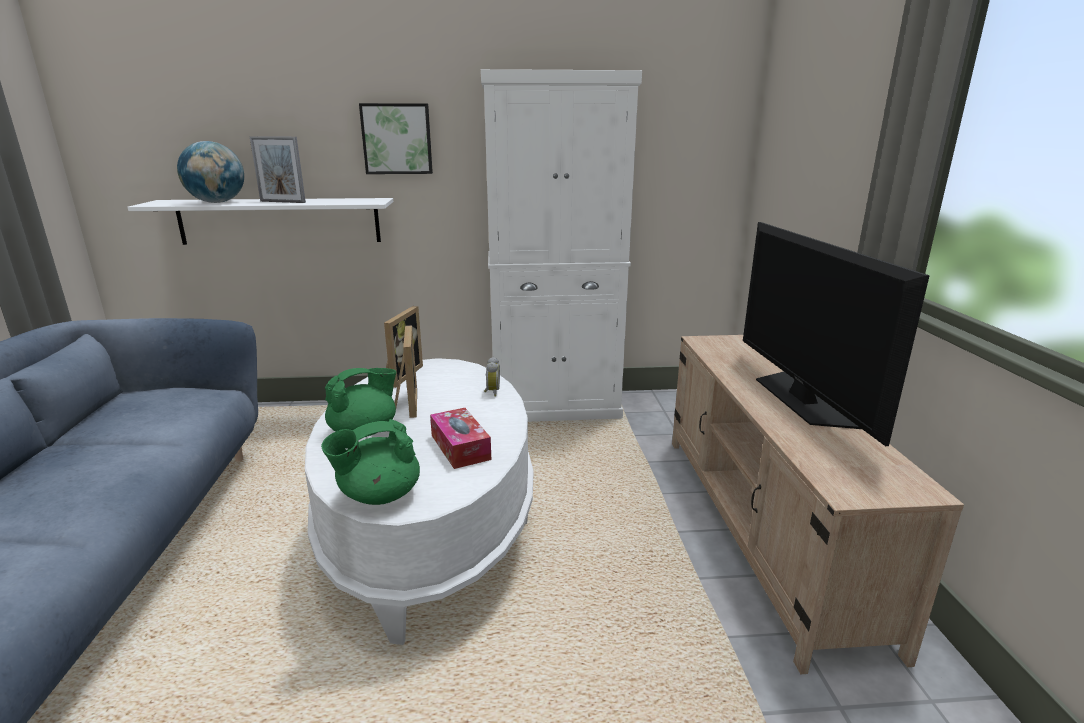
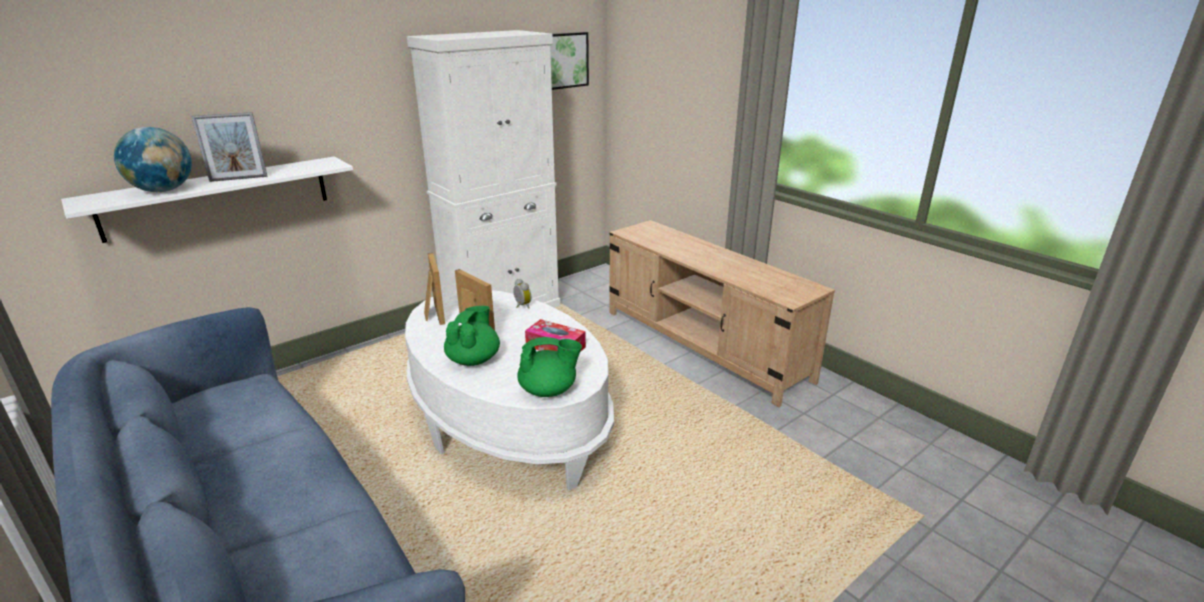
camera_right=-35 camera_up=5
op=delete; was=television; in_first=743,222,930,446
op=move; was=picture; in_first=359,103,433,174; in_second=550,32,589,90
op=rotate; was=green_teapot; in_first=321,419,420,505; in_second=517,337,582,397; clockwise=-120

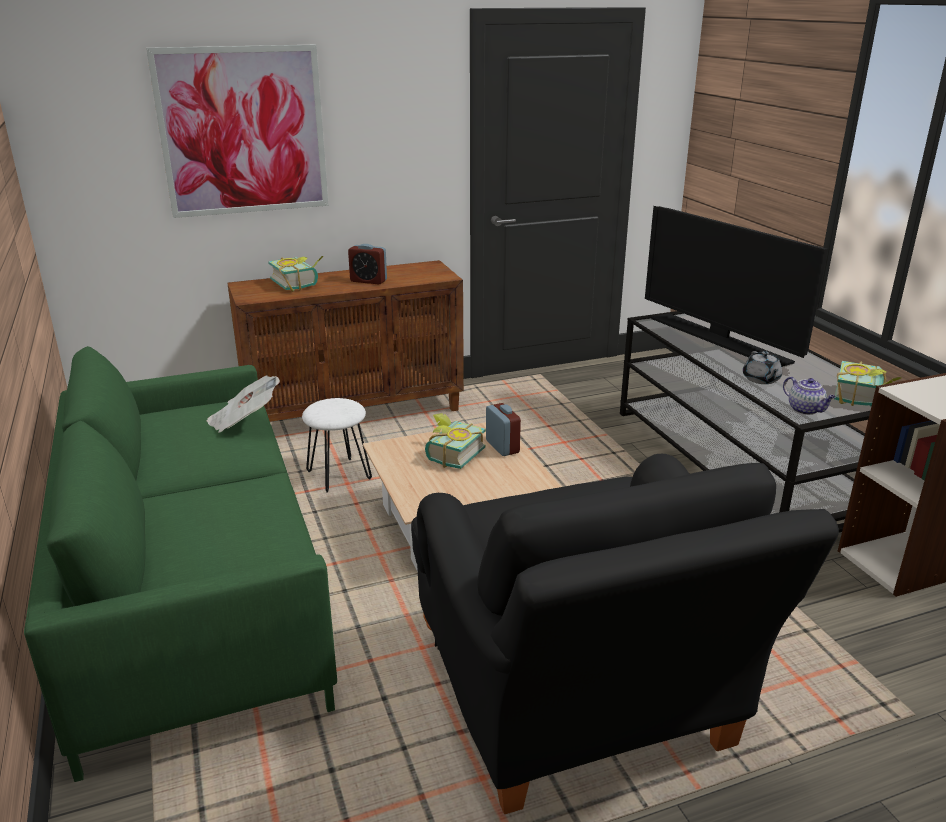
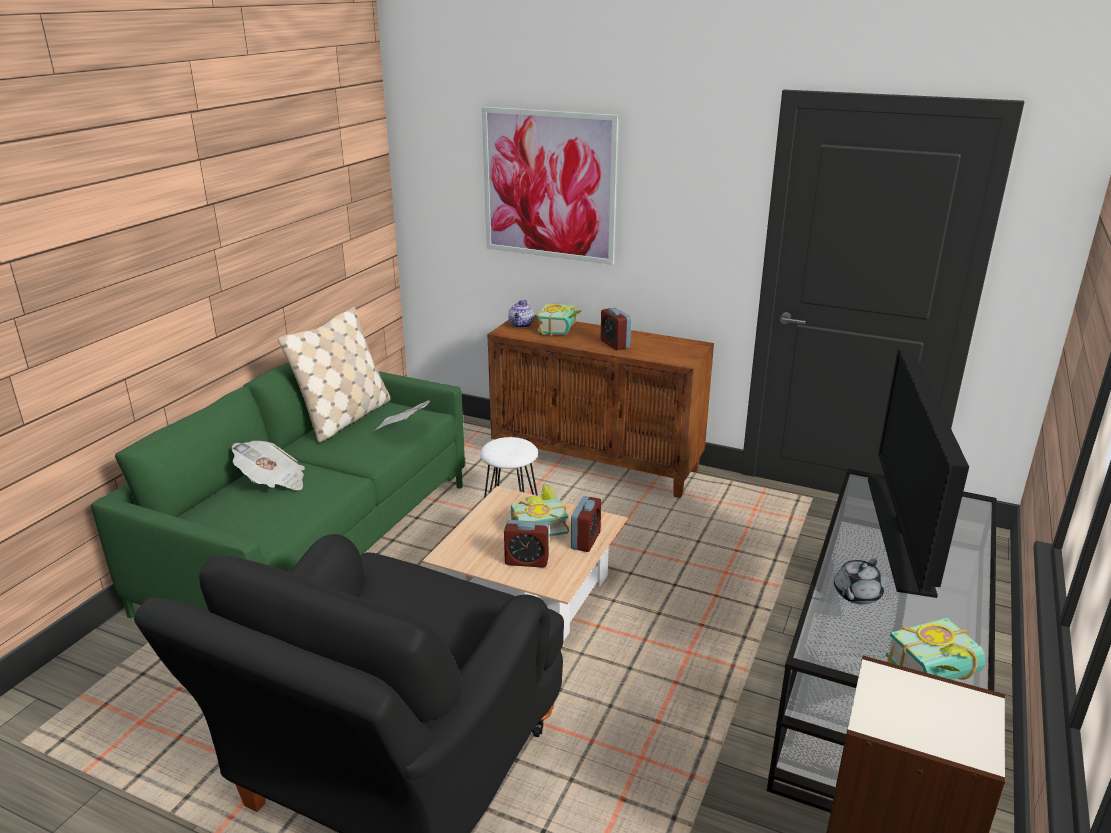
camera_right=45 camera_up=0
op=insert; now=newspaper; in_second=231,441,305,490
op=insert; now=beige_pillow; in_second=278,307,391,442
op=insert; now=alarm_clock; in_second=504,520,549,568
op=move; was=teapot; in_first=783,376,836,415; in_second=508,300,535,328

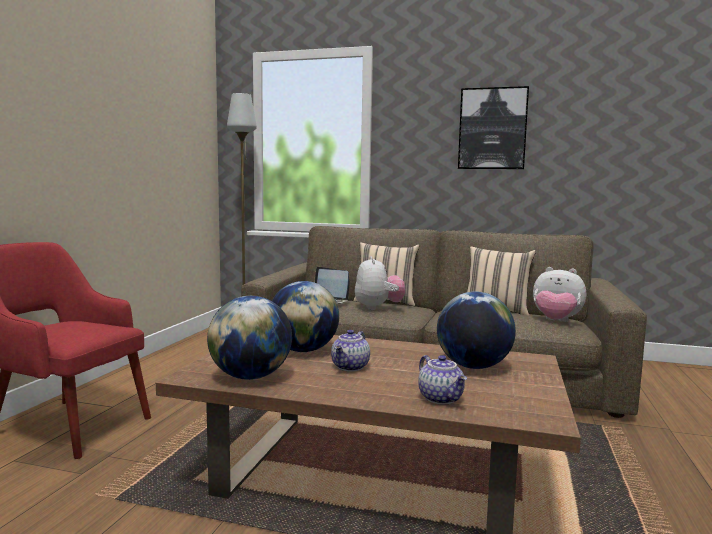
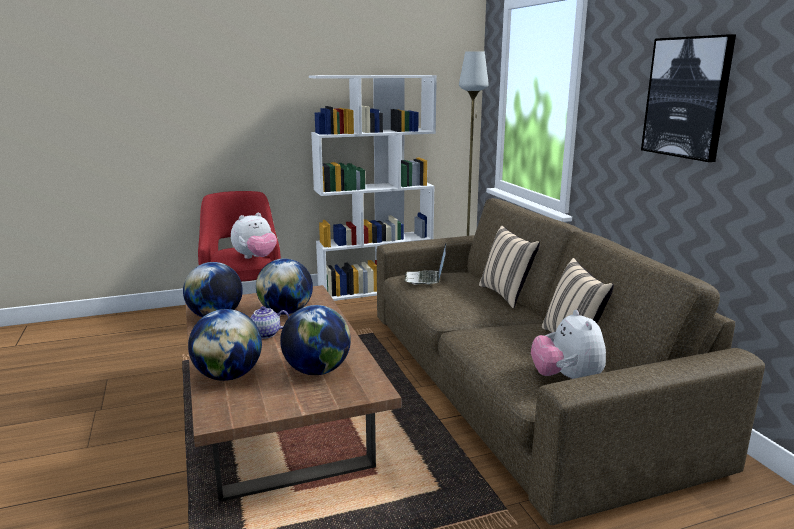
camera_right=55 camera_up=10
op=insert; now=white_bookcase; in_second=309,75,437,301
op=move; was=plush_toy; in_first=355,256,405,310; in_second=231,213,277,259
op=replace; was=teapot; now=globe; in_first=418,355,467,405; in_second=188,309,262,381

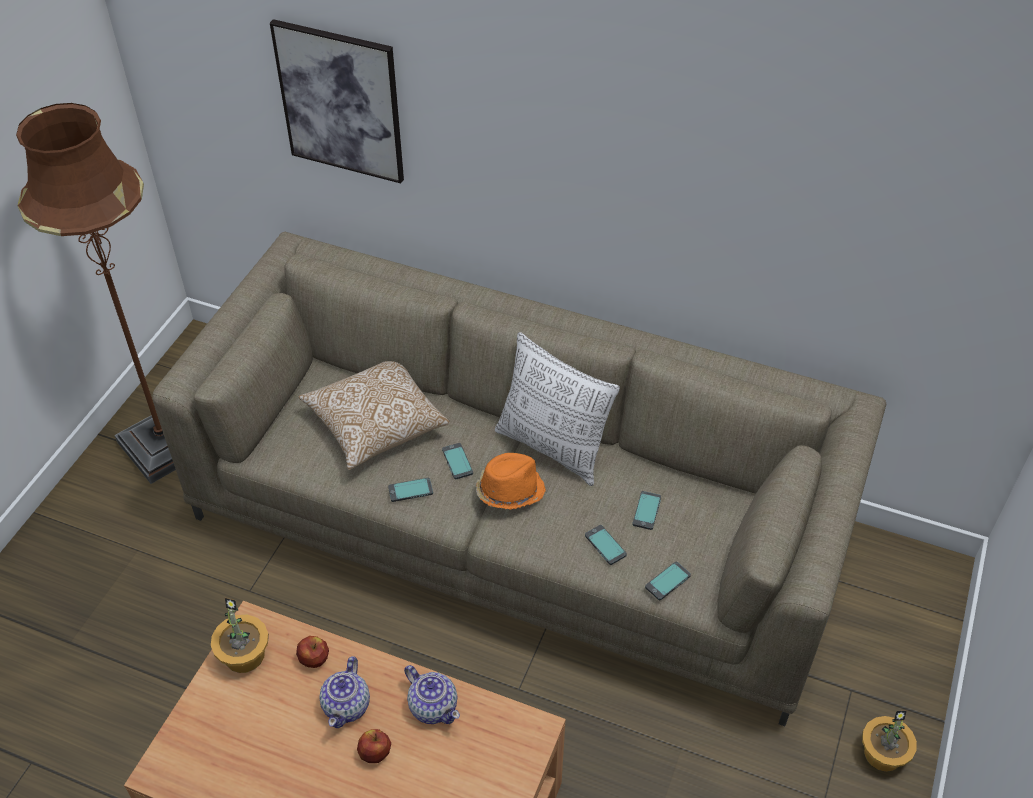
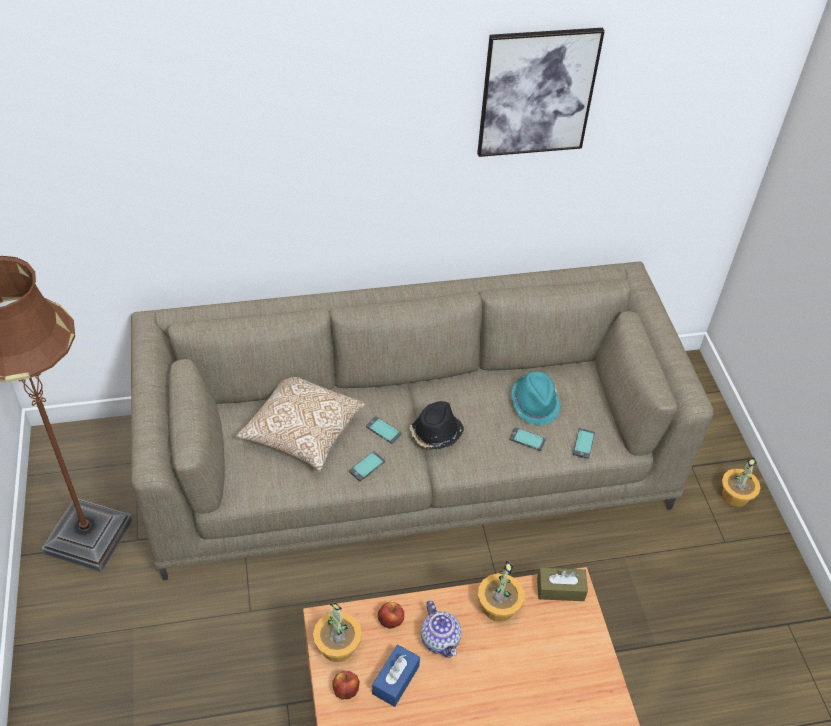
camera_right=-35 camera_up=0
op=delete; was=pillow; in_first=495,332,620,486
op=insert; now=blue_tissue_box; in_second=372,645,420,707
op=insert; now=brown_tissue_box; in_second=537,568,588,601
op=move; was=picture; in_first=270,19,404,183; in_second=477,28,605,157
op=move; was=apple; in_first=357,729,391,763; in_second=333,671,360,699
op=replace; was=teapot; now=potted_plant; in_first=404,665,460,724; in_second=478,560,525,622
op=replace; was=phone; now=turquoise_hat; in_first=632,491,661,530; in_second=511,372,561,425
op=recolor; was=orange_hat; now=black_hat; in_first=476,453,546,510; in_second=409,401,464,449

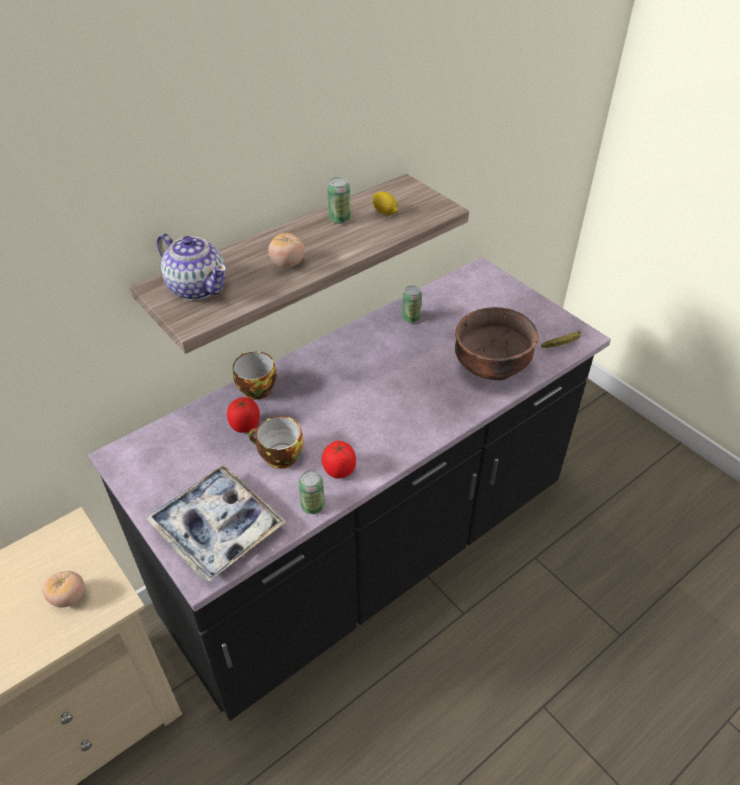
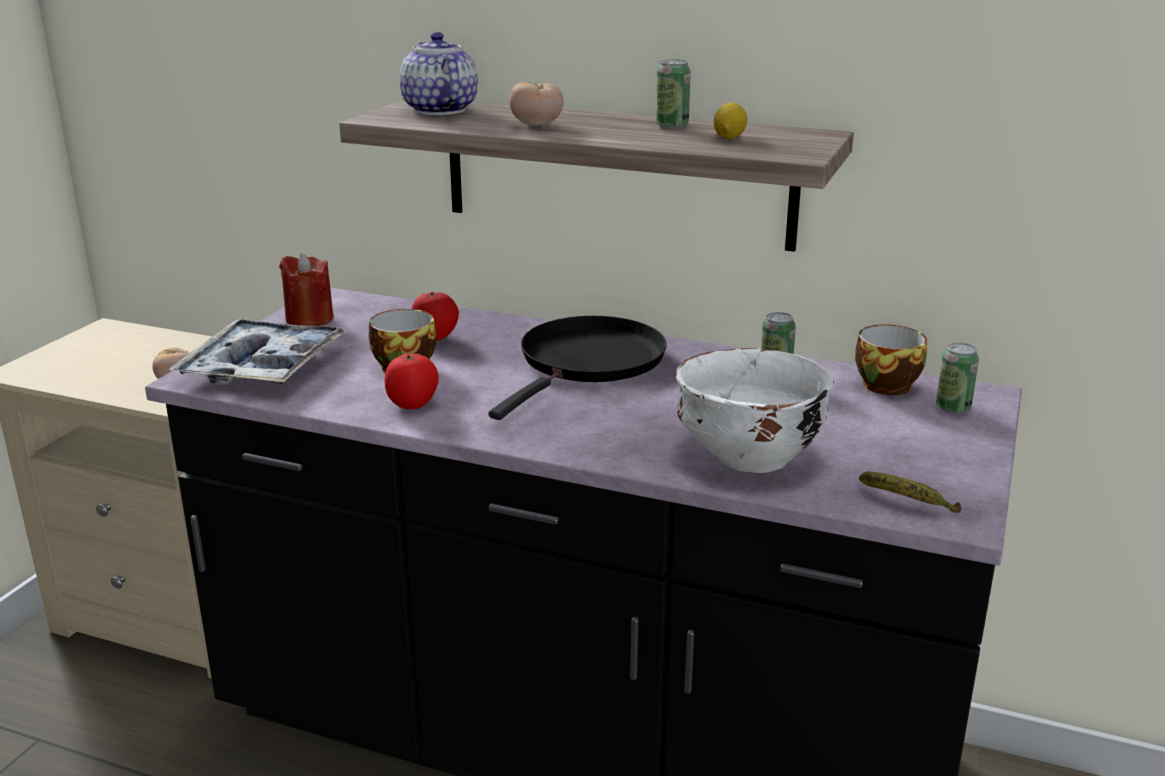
camera_right=60 camera_up=-20
op=insert; now=red_candle; in_second=279,253,334,326
op=insert; now=black_frying_pan; in_second=489,316,667,420
op=move; was=cup; in_first=233,352,277,400; in_second=855,324,927,395
op=move; was=can; in_first=299,470,325,514; in_second=936,343,979,414
op=recolor; was=brown_bowl; now=white_bowl; in_first=455,307,538,380; in_second=676,348,834,473
op=rotate; was=teapot; in_first=157,233,227,300; in_second=400,32,478,115; clockwise=150

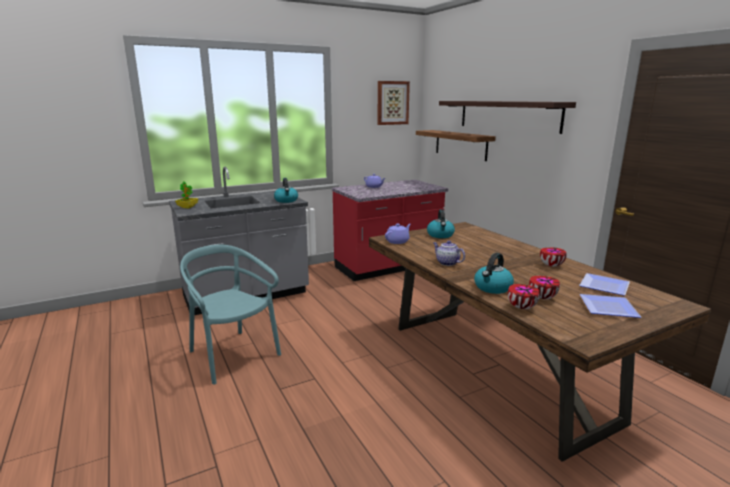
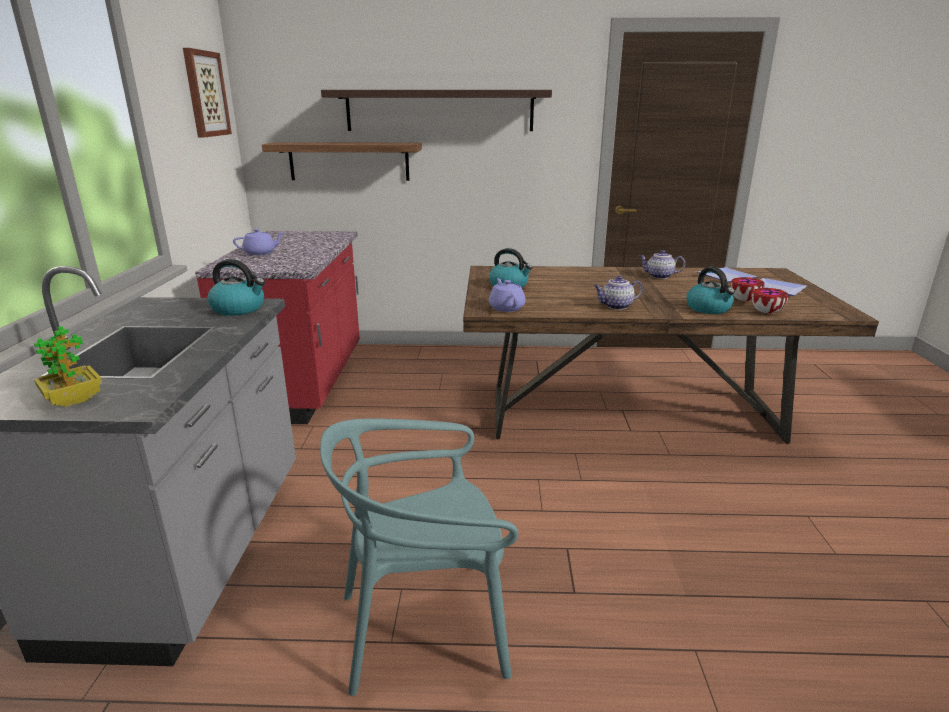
camera_right=-60 camera_up=5
op=replace; was=bowl; now=teapot; in_first=540,247,567,267; in_second=640,250,685,279

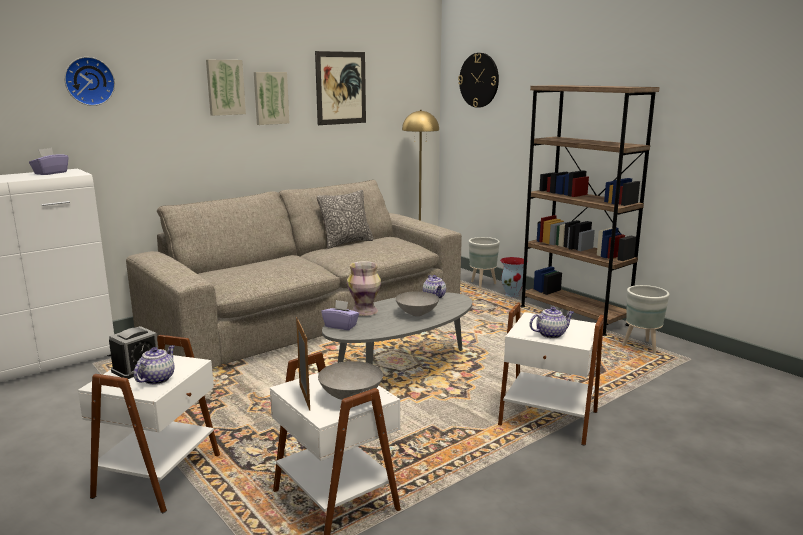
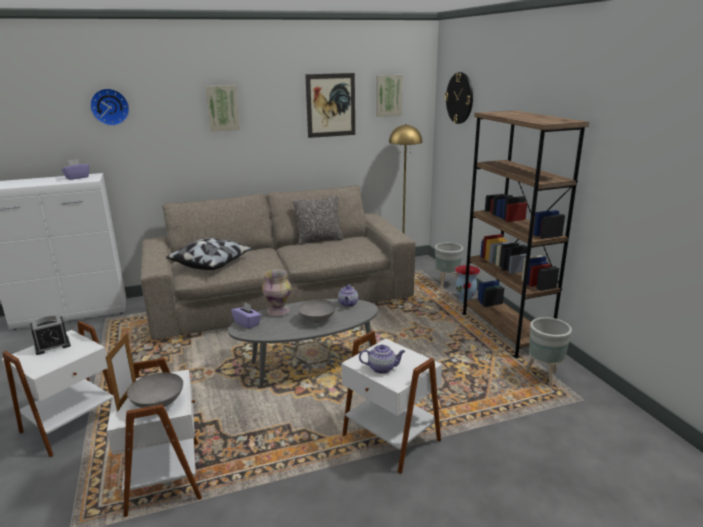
camera_right=20 camera_up=5
op=delete; was=teapot; in_first=134,345,175,385
op=insert; now=pillow; in_second=166,238,252,270
op=move; was=picture; in_first=254,72,289,125; in_second=376,75,403,117

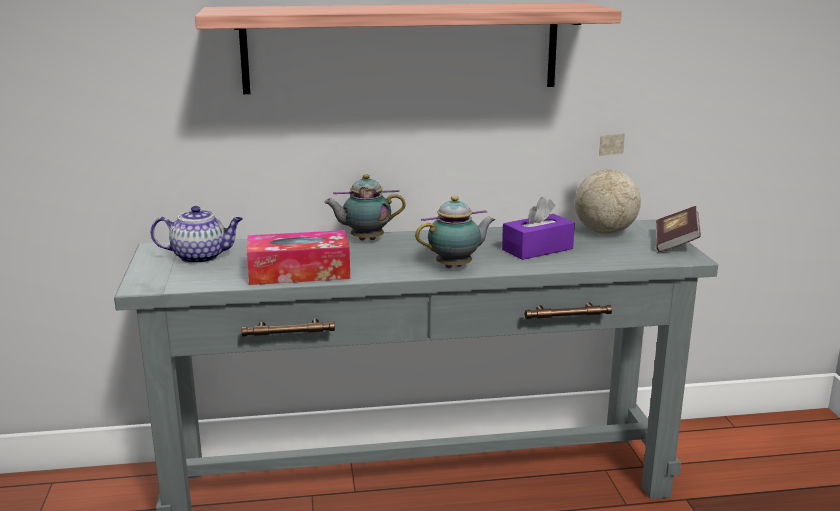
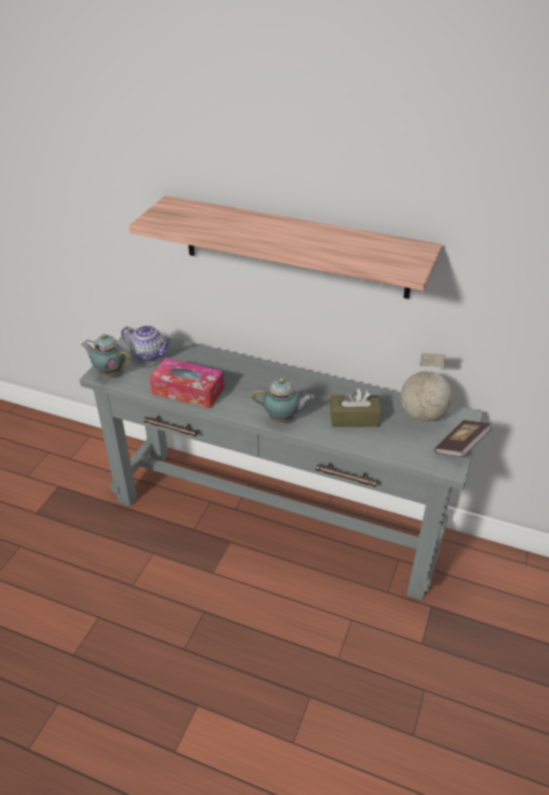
camera_right=30 camera_up=20
op=move; was=teapot; in_first=324,174,406,241; in_second=81,334,132,376
op=recolor; was=purple_tissue_box; now=brown_tissue_box; in_first=502,197,575,260; in_second=330,389,381,427

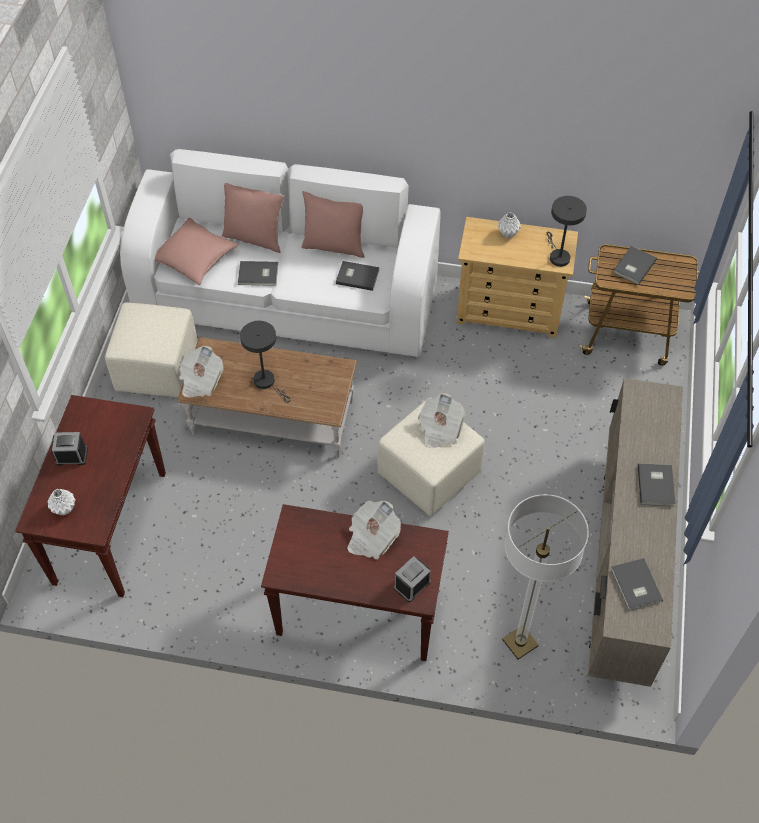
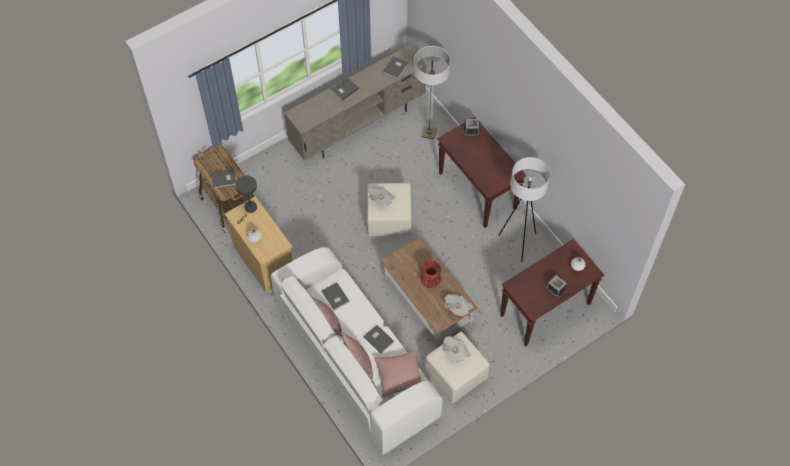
camera_right=-135 camera_up=5
op=insert; now=white_floor_lamp; in_second=498,157,550,262
op=move; was=newspaper; in_first=348,501,401,560; in_second=441,336,471,362
op=replace; was=grey_table_lamp; now=red_vase; in_first=240,321,291,403; in_second=420,261,441,288

